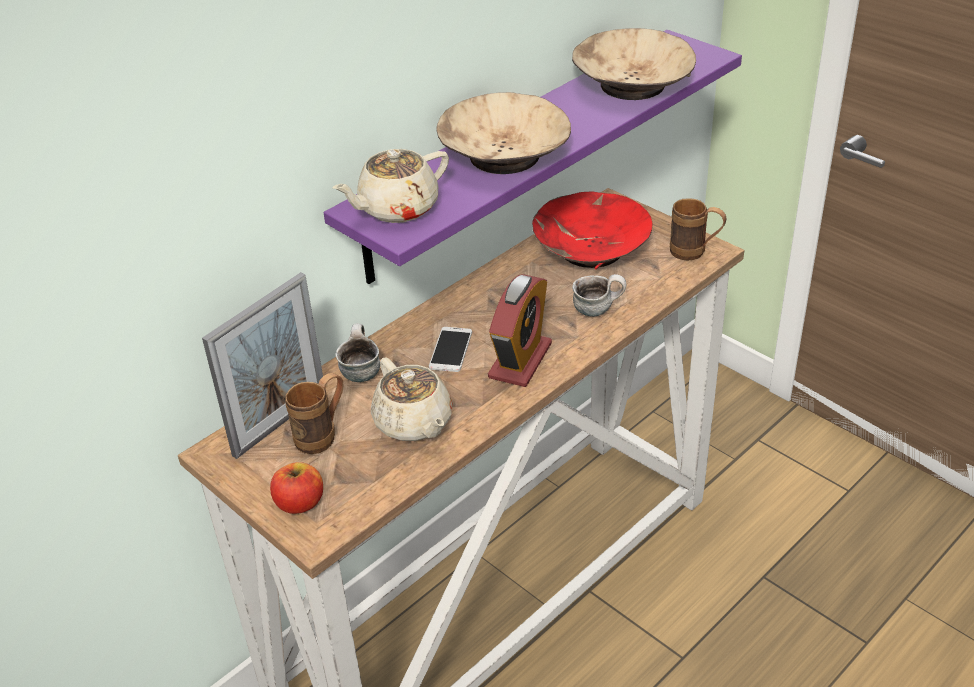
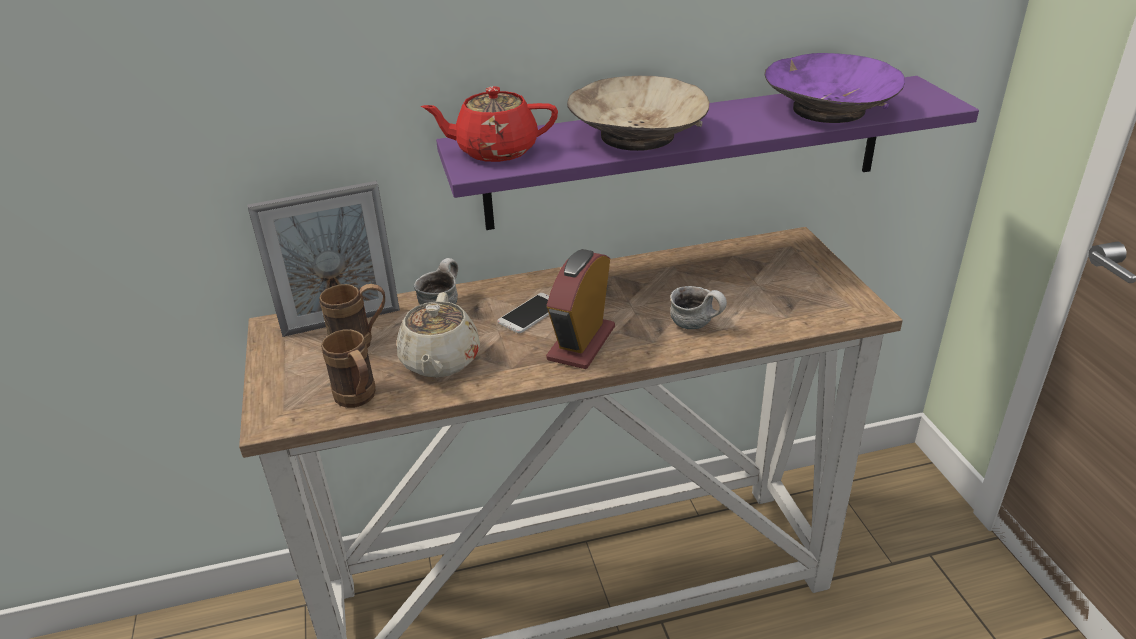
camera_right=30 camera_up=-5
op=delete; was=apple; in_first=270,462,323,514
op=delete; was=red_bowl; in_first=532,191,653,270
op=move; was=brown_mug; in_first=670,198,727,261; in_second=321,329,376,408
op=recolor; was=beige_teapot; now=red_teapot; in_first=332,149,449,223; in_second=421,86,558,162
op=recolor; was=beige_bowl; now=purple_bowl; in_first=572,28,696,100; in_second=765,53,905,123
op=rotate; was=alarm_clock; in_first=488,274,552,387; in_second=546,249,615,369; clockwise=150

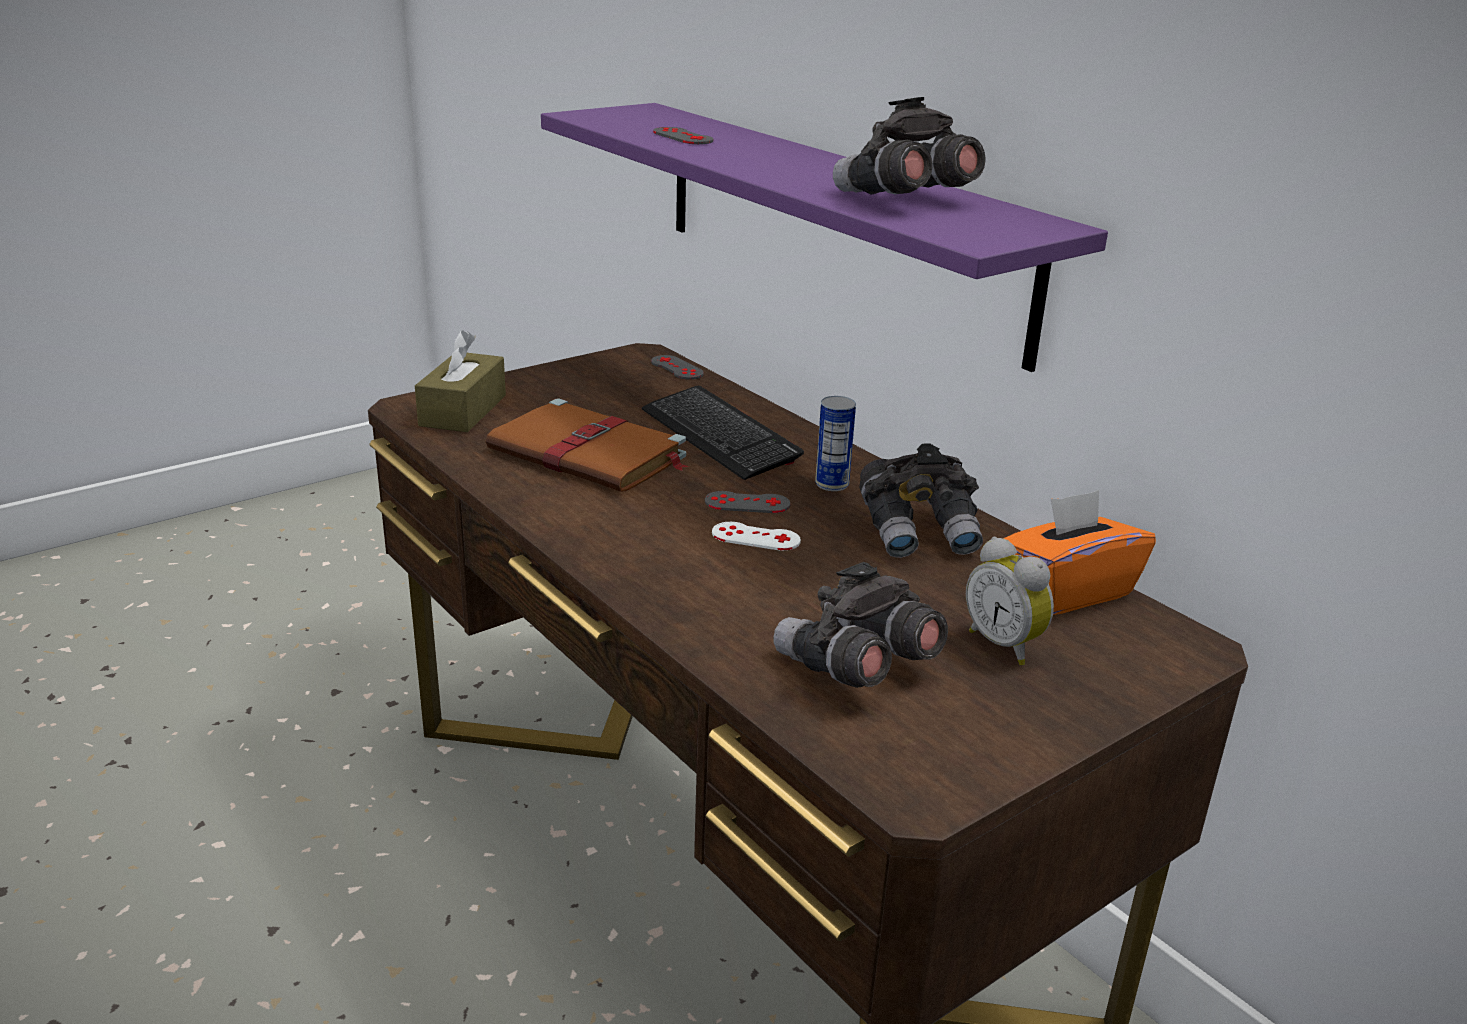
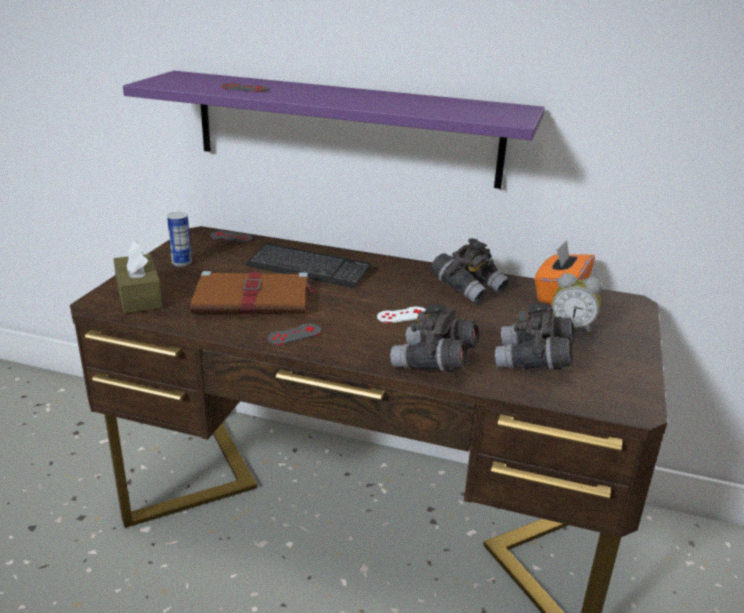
camera_right=-35 camera_up=0
op=move; was=grey_game_controller; in_first=705,491,790,513; in_second=267,324,321,345
op=move; was=can; in_first=815,396,856,491; in_second=167,212,192,267
op=move; was=grey_binoculars; in_first=833,97,985,195; in_second=390,304,480,372

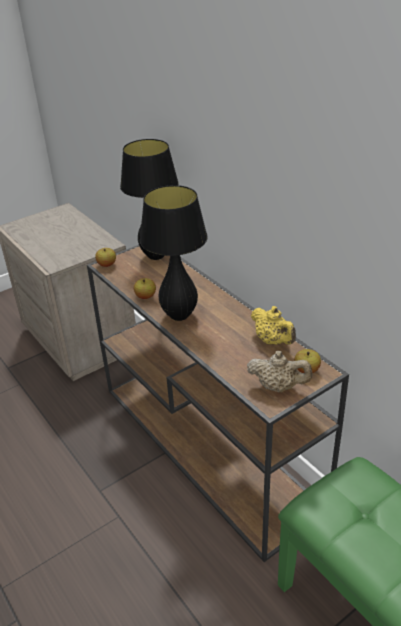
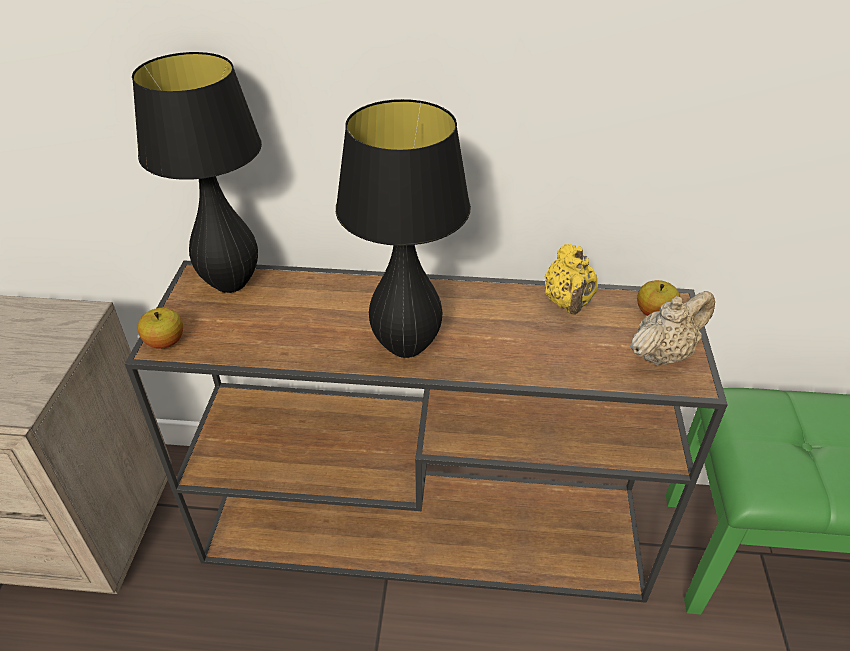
camera_right=-50 camera_up=5
op=delete; was=apple; in_first=134,278,156,299
op=rotate; was=yellow_teapot; in_first=251,306,296,345; in_second=544,244,598,315; clockwise=90

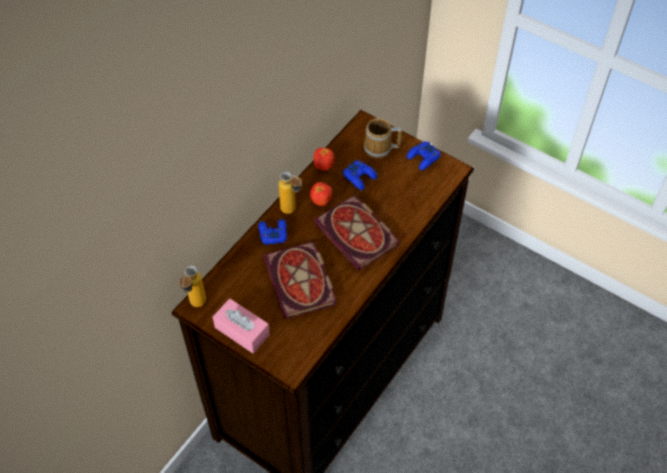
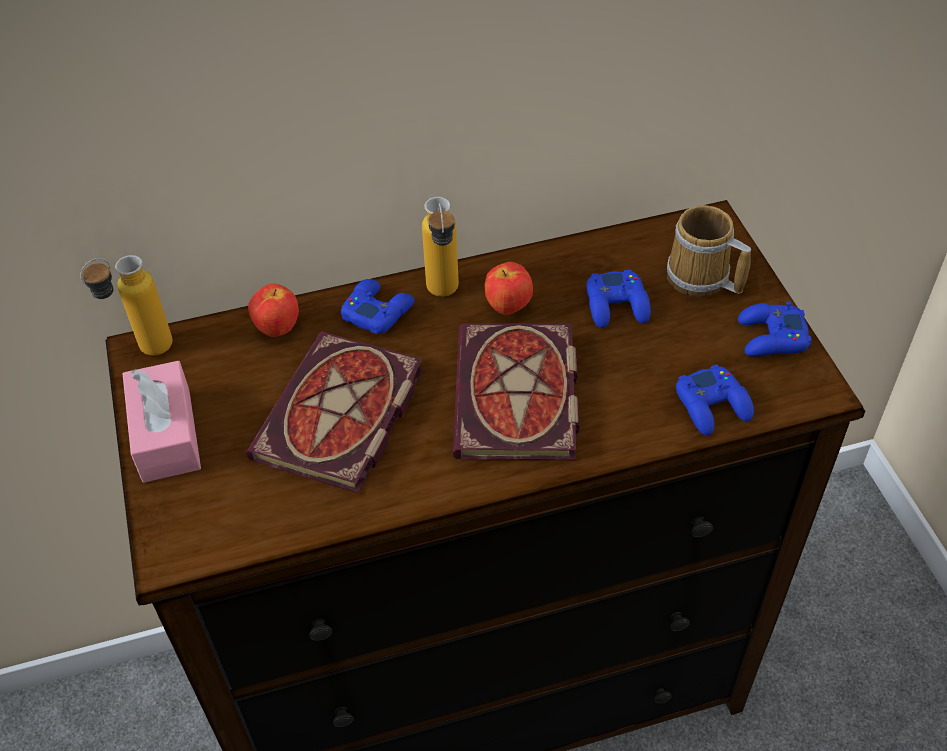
camera_right=40 camera_up=-5
op=insert; now=blue_game_controller; in_second=676,365,754,435
op=move; was=apple; in_first=313,148,334,171; in_second=248,284,299,337

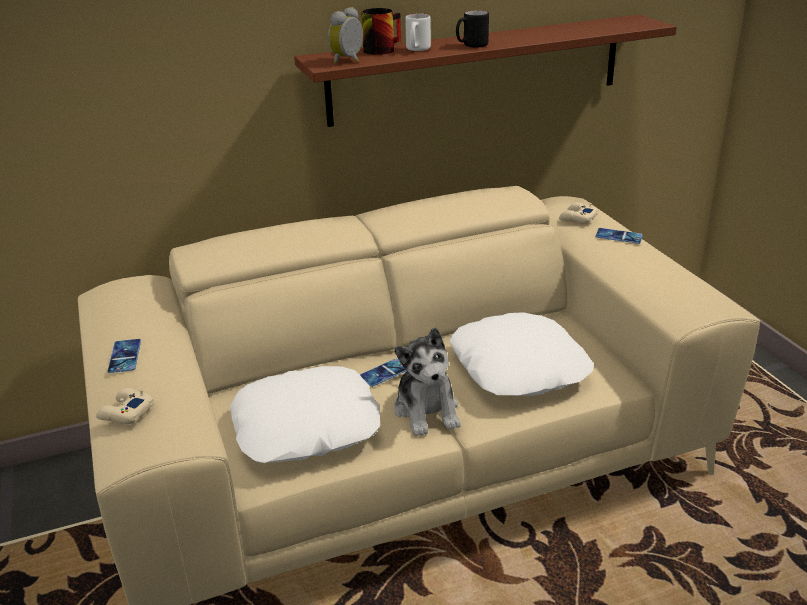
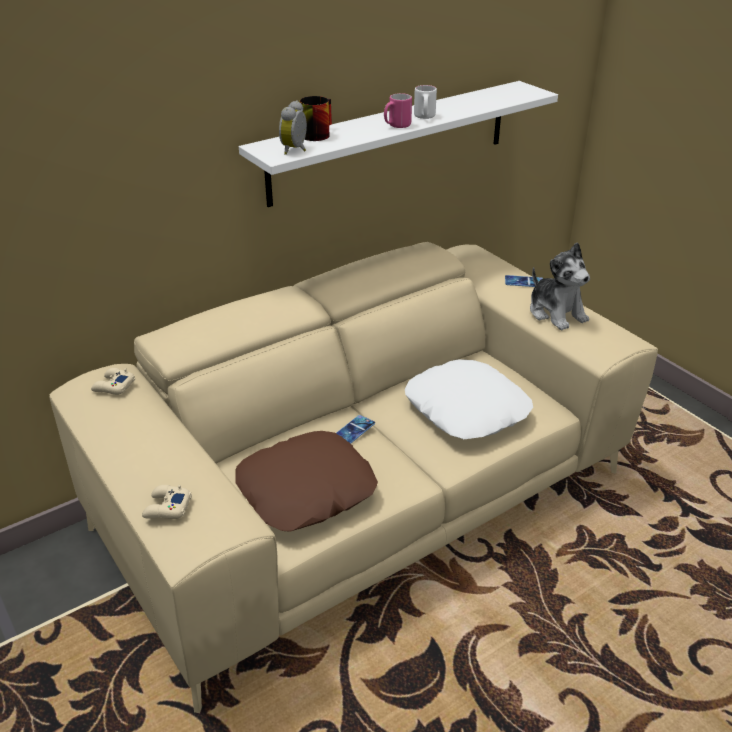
camera_right=-15 camera_up=5
op=delete; was=phone; in_first=107,339,141,373
op=move; was=plush_toy; in_first=394,327,460,437; in_second=530,242,590,330
op=move; was=white_mug; in_first=405,14,431,51; in_second=414,85,437,119
op=move; was=beige_game_controller; in_first=559,203,598,223; in_second=91,368,135,395
op=recolor; was=white_pillow; now=brown_pillow; in_first=230,366,380,463; in_second=235,431,378,532
op=recolor; was=brown_shelf; now=white_shelf; in_first=294,14,677,127; in_second=239,81,558,207
op=recolor; was=black_mug; now=pink_mug; in_first=456,10,489,48; in_second=384,93,412,128

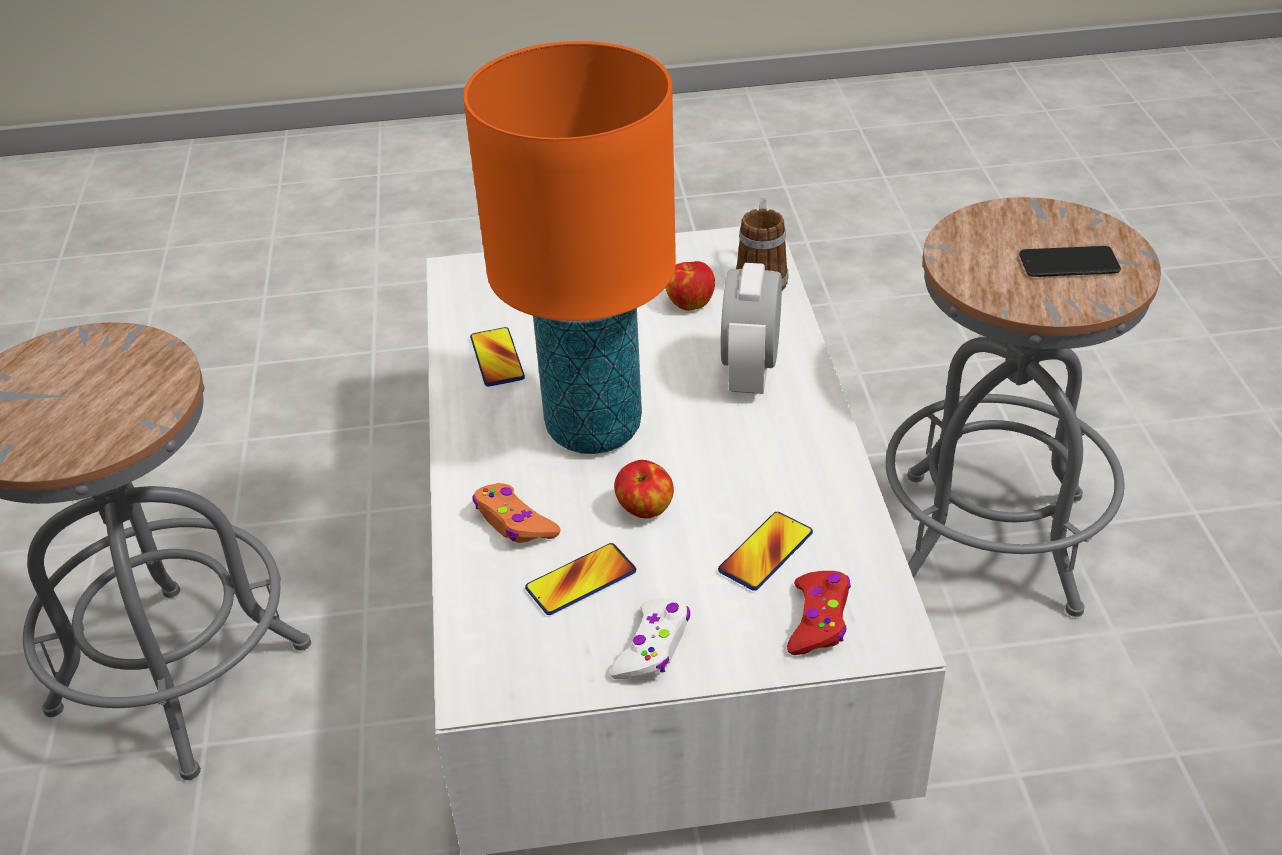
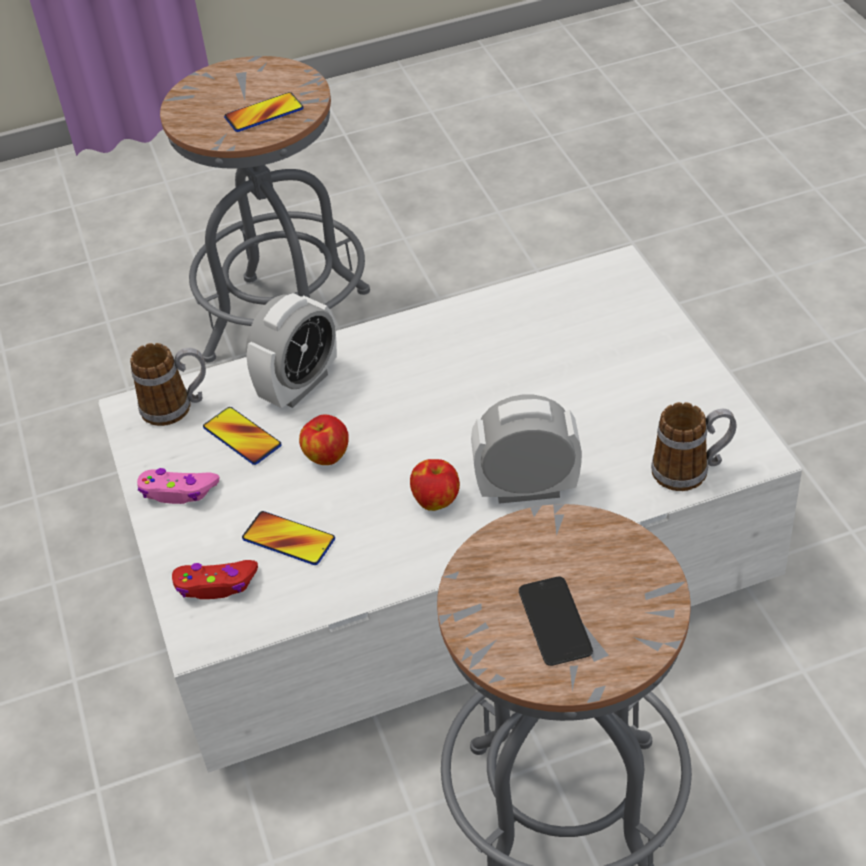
camera_right=80 camera_up=5
op=delete; was=orange_table_lamp; in_first=463,41,676,454
op=insert; now=mug; in_second=130,343,206,426
op=move; was=phone; in_first=470,327,525,387; in_second=224,92,304,132
op=move; was=apple; in_first=665,261,715,310; in_second=410,459,460,511
op=replace; was=orange_game_controller; now=alarm_clock; in_first=472,483,560,543; in_second=246,293,337,408
op=recolor; was=white_game_controller; now=pink_game_controller; in_first=609,599,690,679; in_second=137,468,219,504

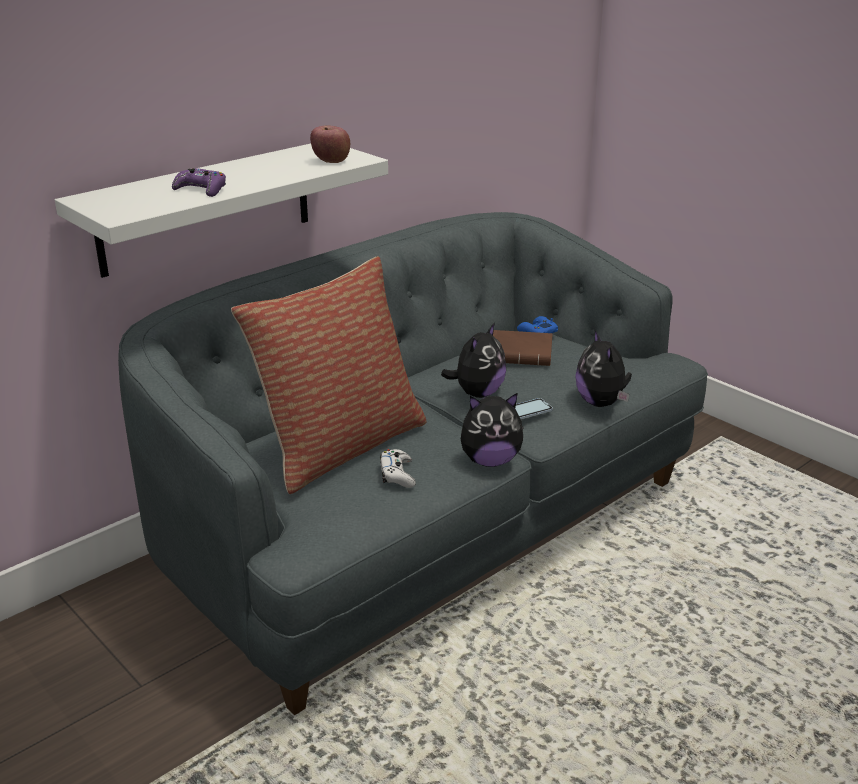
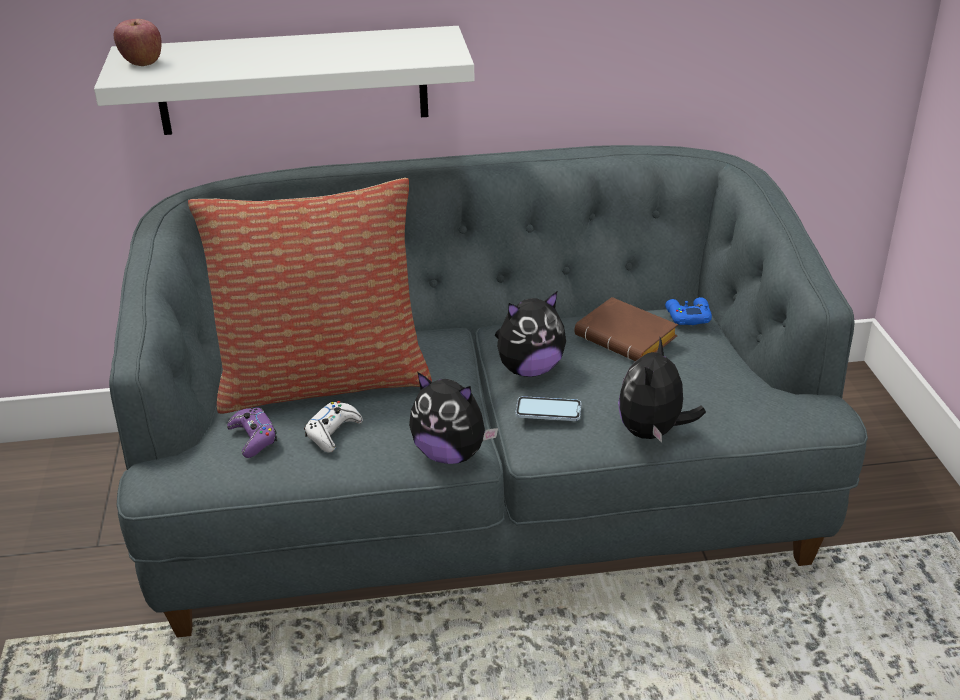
camera_right=35 camera_up=5
op=move; was=purple_game_controller; in_first=172,168,226,197; in_second=227,408,277,458
op=move; was=apple; in_first=310,126,350,163; in_second=113,19,162,66

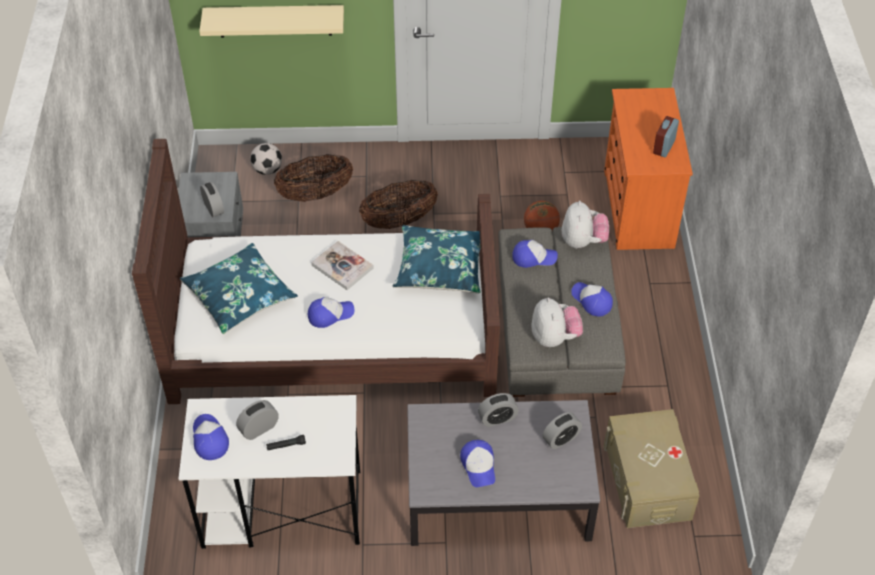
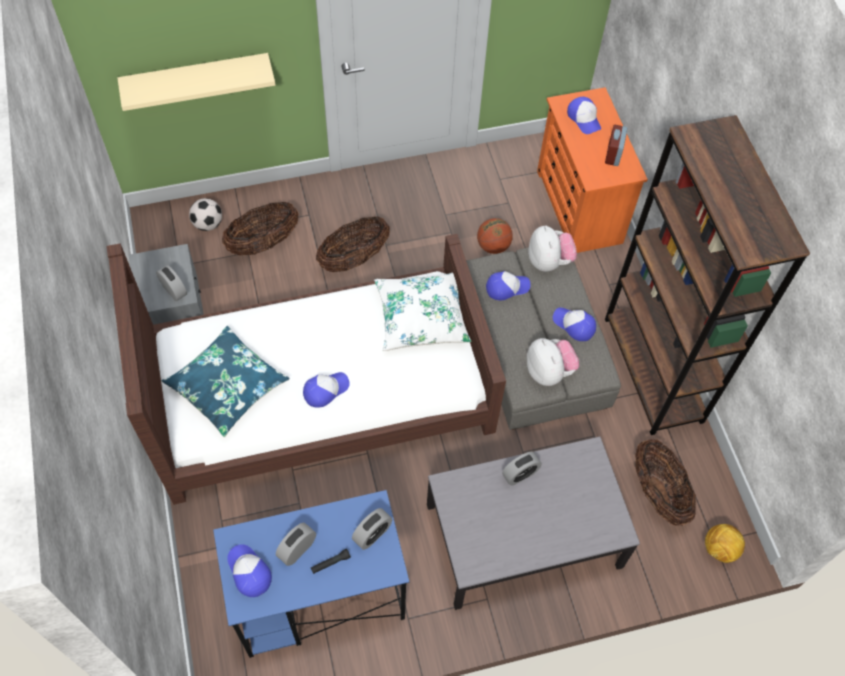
camera_right=-15 camera_up=10
op=delete; was=book; in_first=311,241,374,290
op=insert; now=brown_bookcase; in_second=605,115,810,435
op=insert; now=football; in_second=705,524,745,563
op=move; was=cap; in_first=460,440,495,487; in_second=567,97,601,134
op=move; was=alarm_clock; in_first=543,412,582,449; in_second=352,508,392,550
op=replace; was=beige_storage_box; now=basket; in_first=603,409,699,528; in_second=636,439,696,526
op=recolor; was=white_desk; now=blue_desk; in_first=178,395,360,549; in_second=213,490,409,658
op=recolor; was=blue_pillow; now=white_pillow; in_first=393,225,481,293; in_second=374,272,471,351

